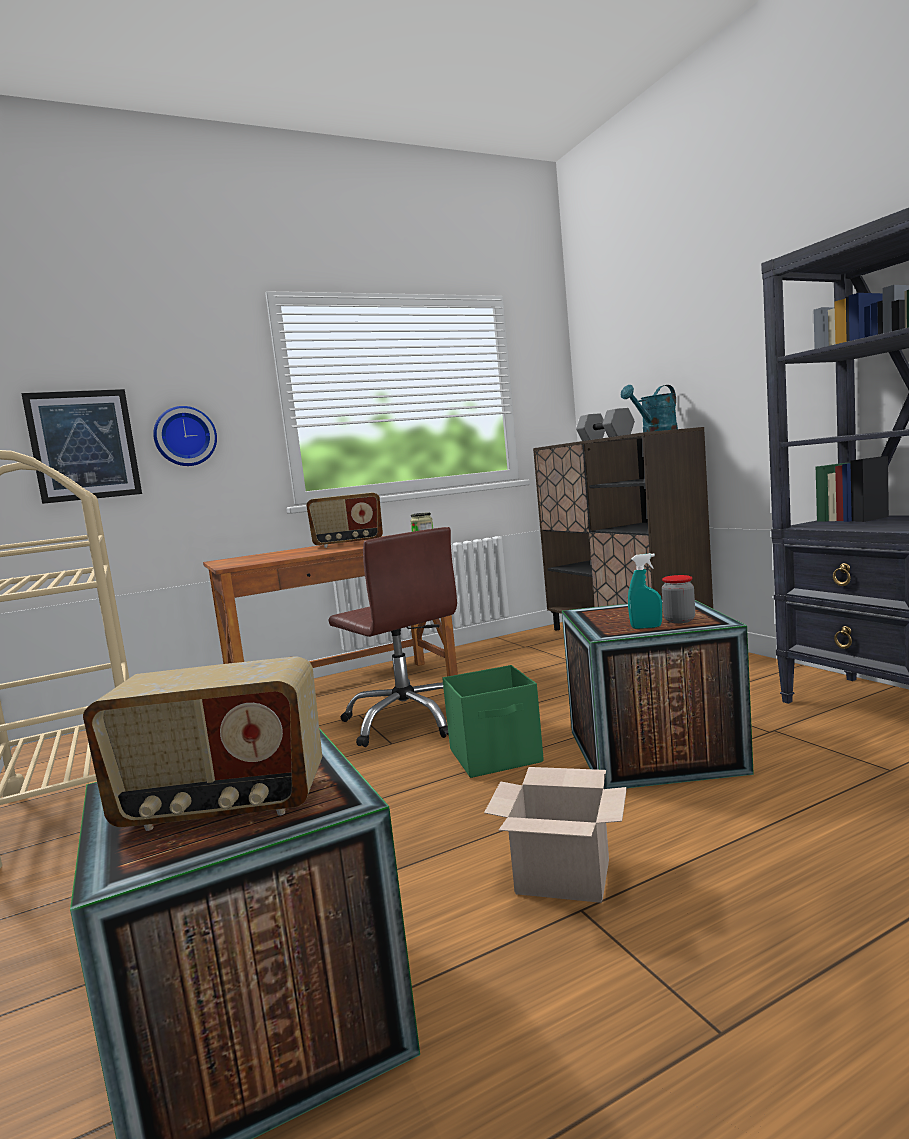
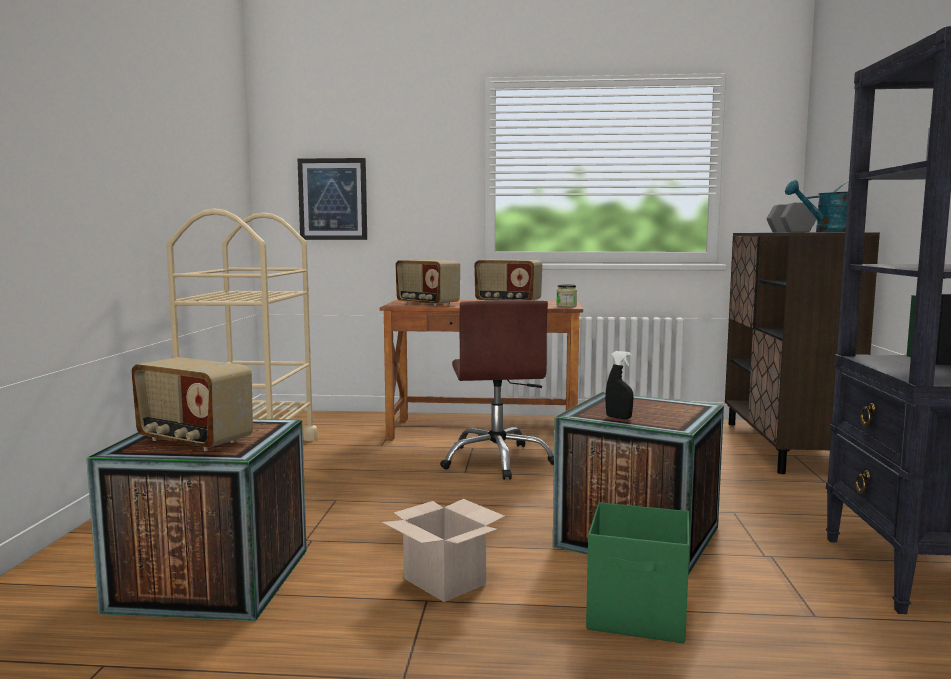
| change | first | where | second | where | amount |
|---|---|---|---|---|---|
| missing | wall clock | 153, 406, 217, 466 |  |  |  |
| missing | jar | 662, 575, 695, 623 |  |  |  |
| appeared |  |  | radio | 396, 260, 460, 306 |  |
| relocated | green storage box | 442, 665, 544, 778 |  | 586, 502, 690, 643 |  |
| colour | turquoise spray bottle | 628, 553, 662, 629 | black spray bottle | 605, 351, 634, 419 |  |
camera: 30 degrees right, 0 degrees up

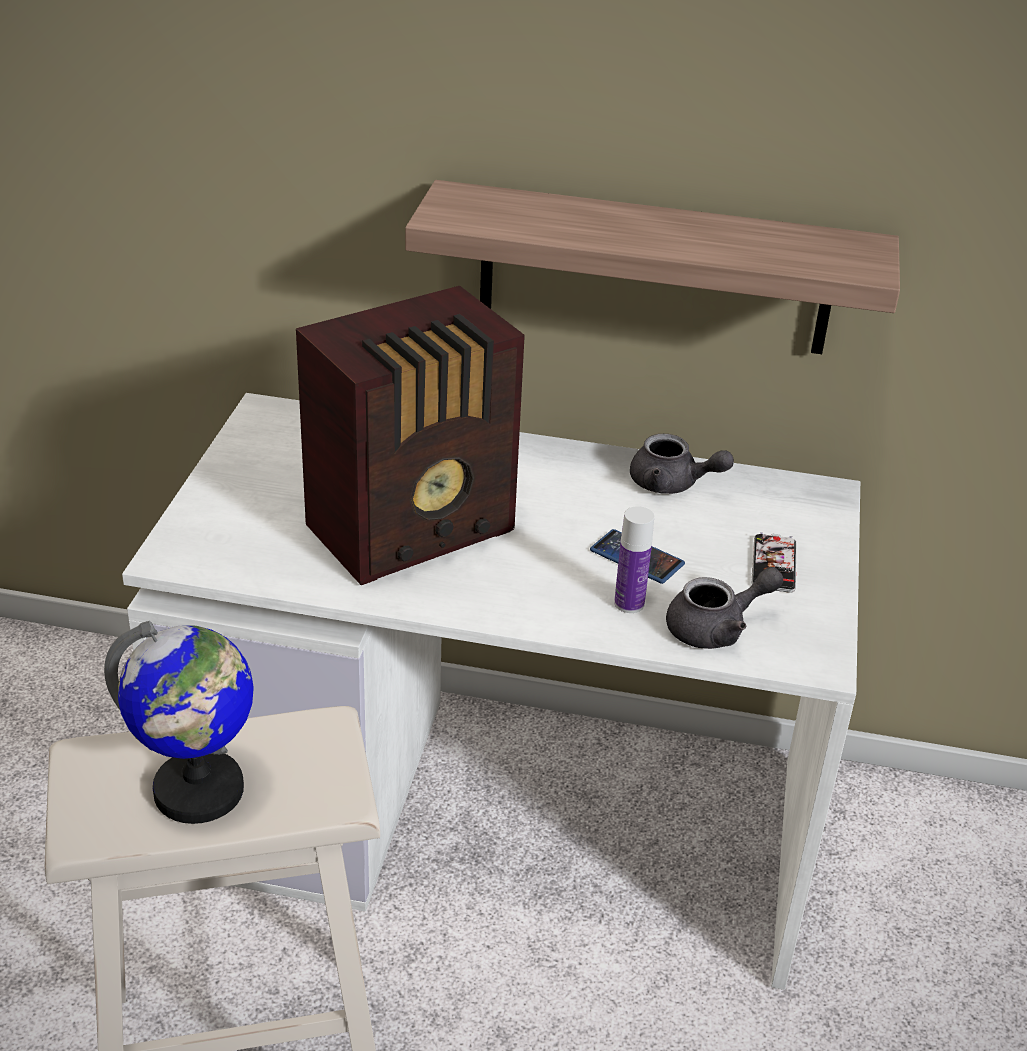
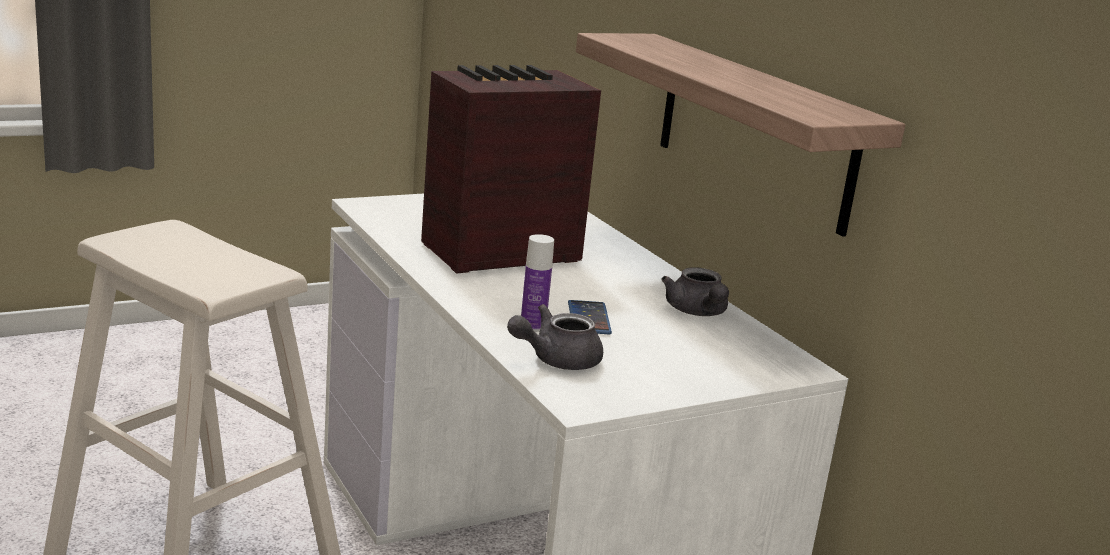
| change | first | where | second | where | amount |
|---|---|---|---|---|---|
| missing | globe | 104, 621, 254, 824 |  |  |  |
| missing | phone | 752, 532, 796, 593 |  |  |  |
| spun | radio | 296, 286, 525, 585 |  | 421, 65, 601, 274 | 135 degrees clockwise |
| spun | grey teapot | 666, 567, 783, 649 |  | 507, 304, 603, 370 | 120 degrees clockwise |
camera: 50 degrees right, 15 degrees down

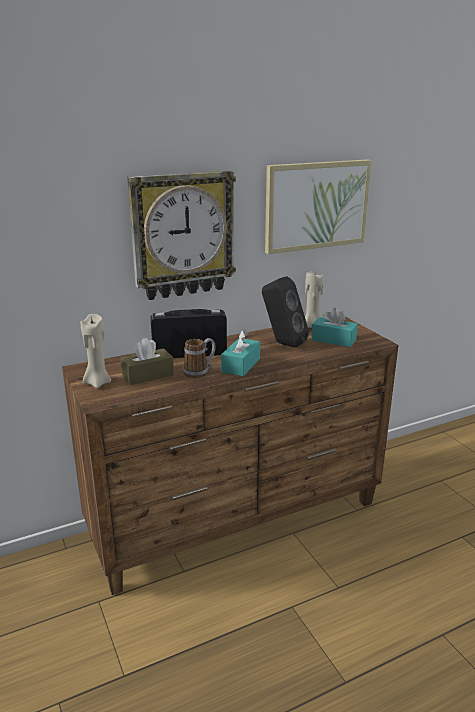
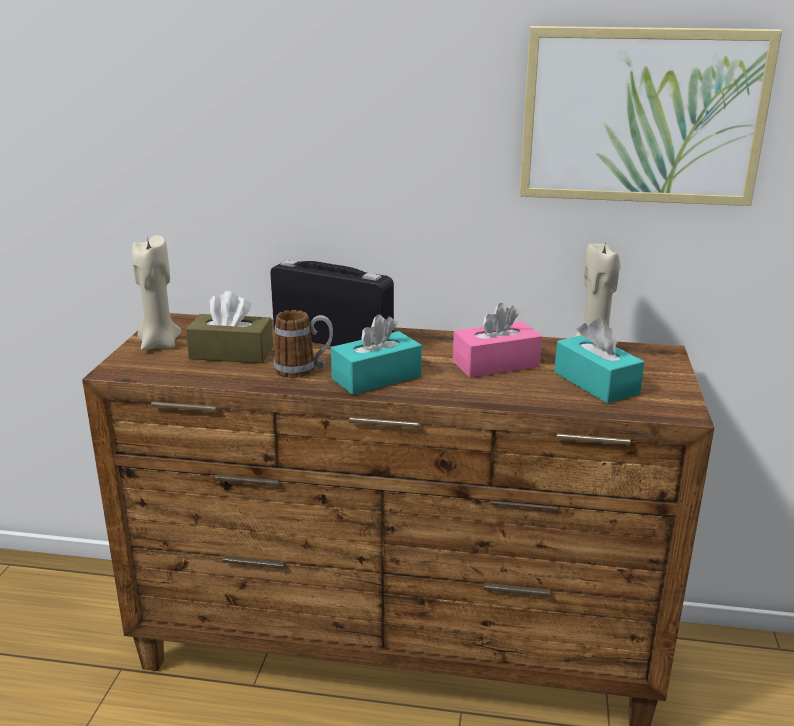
| change | first | where | second | where | amount |
|---|---|---|---|---|---|
| missing | wall clock | 127, 171, 236, 300 |  |  |  |
| exchanged | black speaker | 262, 276, 309, 348 | pink tissue box | 453, 303, 542, 378 |  |
camera: 35 degrees right, 0 degrees up

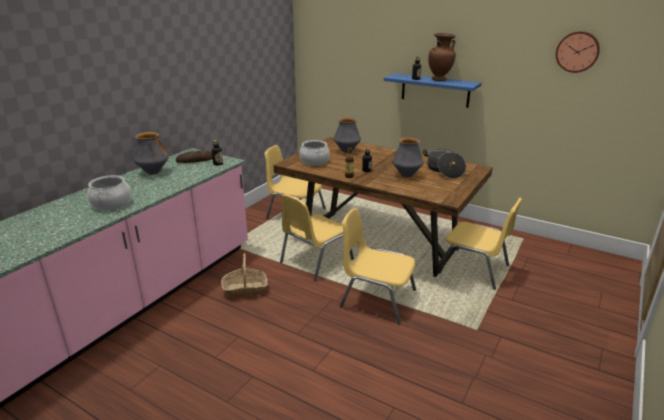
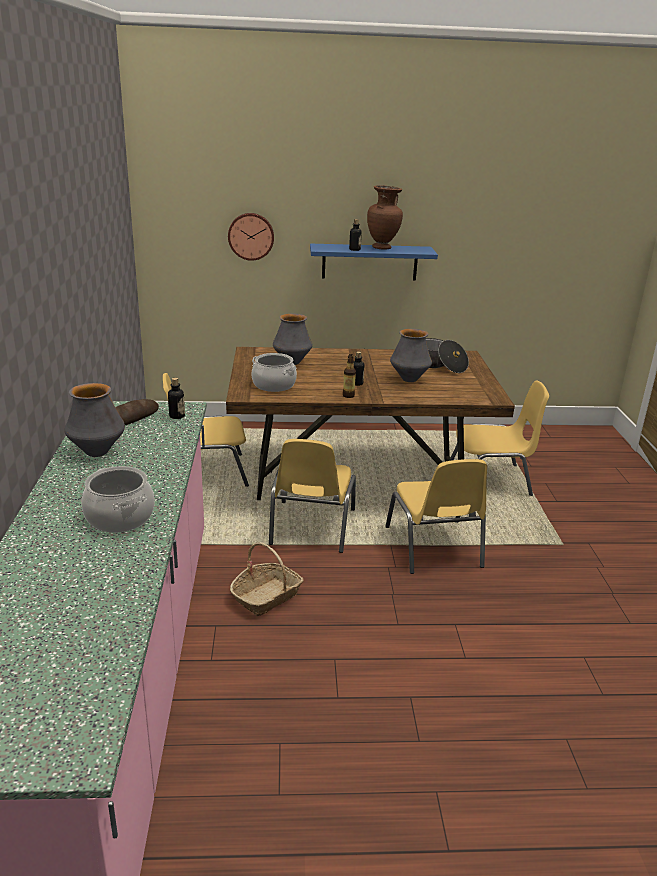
| change | first | where | second | where | amount |
|---|---|---|---|---|---|
| relocated | wall clock | 556, 31, 600, 73 |  | 228, 213, 274, 261 |  |
| spun | yellow chair | 340, 208, 416, 324 |  | 385, 459, 487, 574 | 90 degrees counterclockwise |
camera: 35 degrees left, 0 degrees up

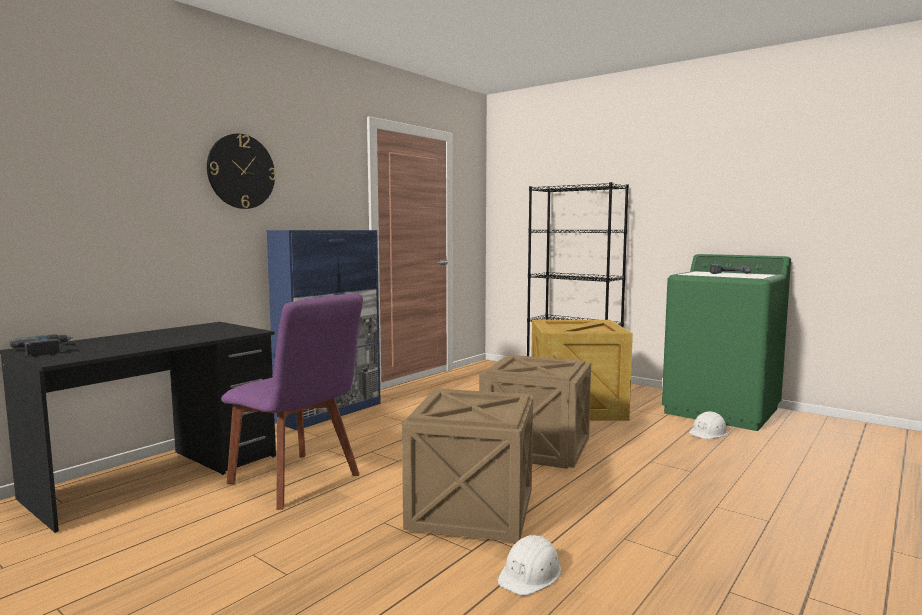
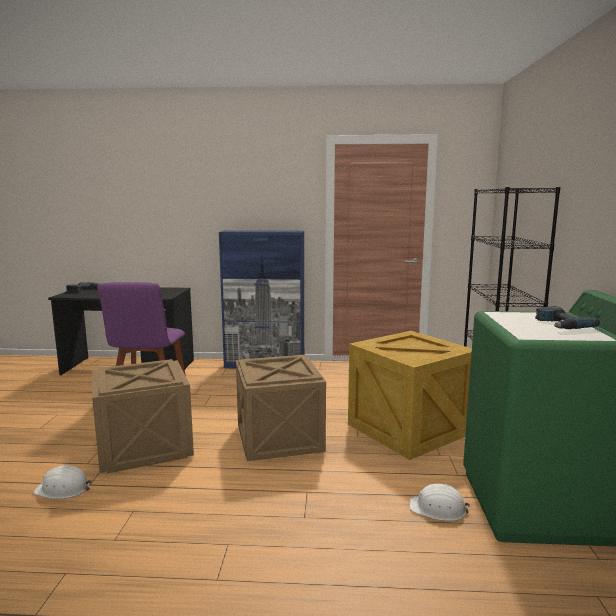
| change | first | where | second | where | amount |
|---|---|---|---|---|---|
| missing | wall clock | 207, 134, 276, 209 |  |  |  |
camera: 55 degrees right, 5 degrees up

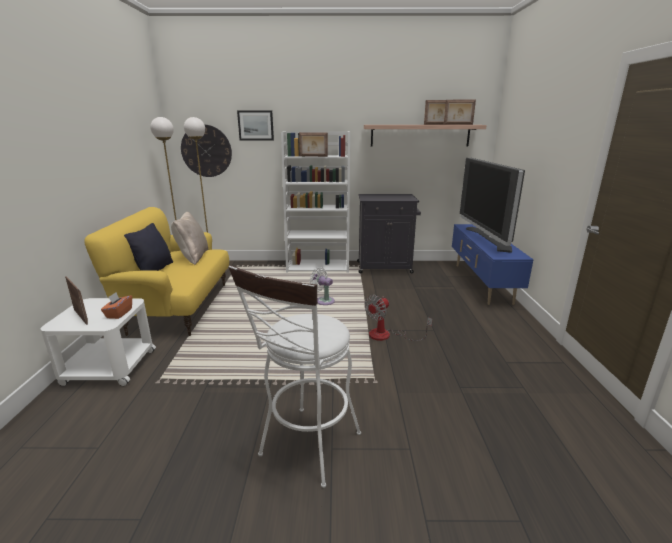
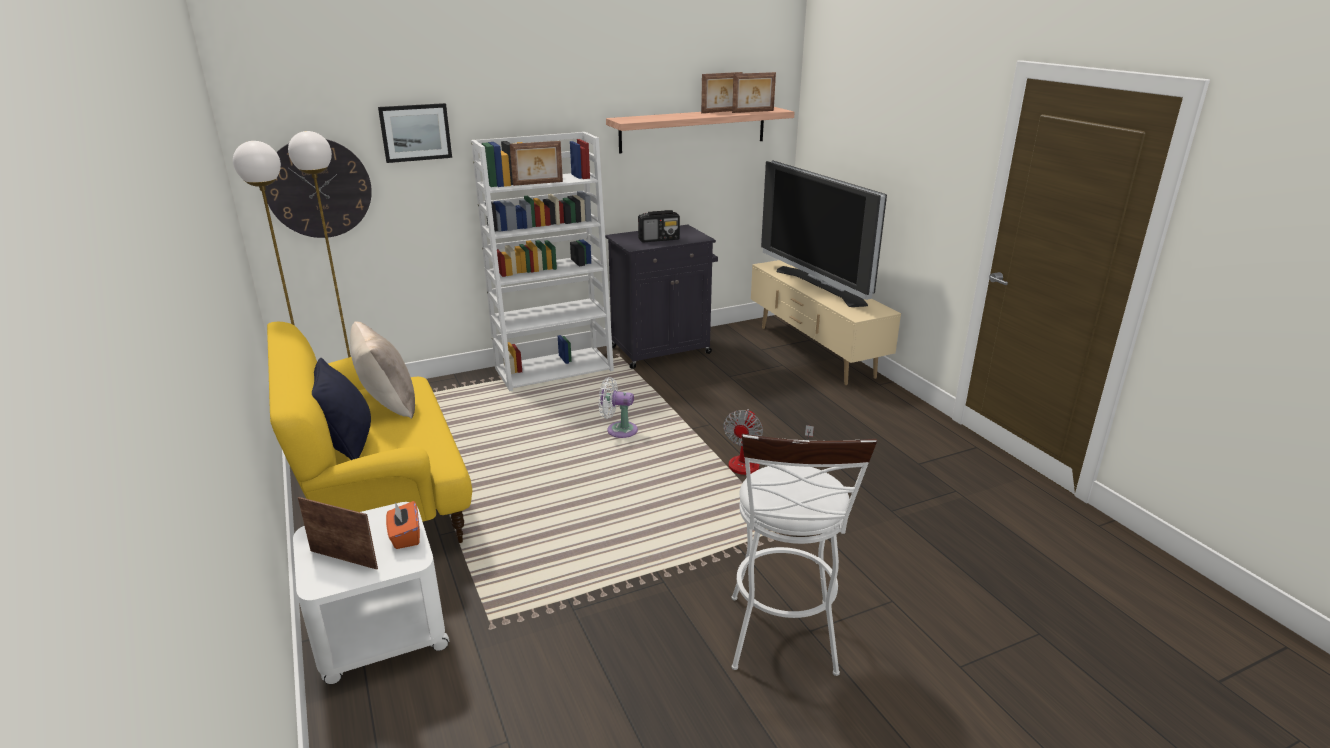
| change | first | where | second | where | amount |
|---|---|---|---|---|---|
| appeared |  |  | radio | 638, 210, 680, 243 |  |
| colour | blue tv stand | 452, 224, 534, 305 | beige tv stand | 751, 260, 901, 385 |  |
camera: 25 degrees left, 5 degrees up

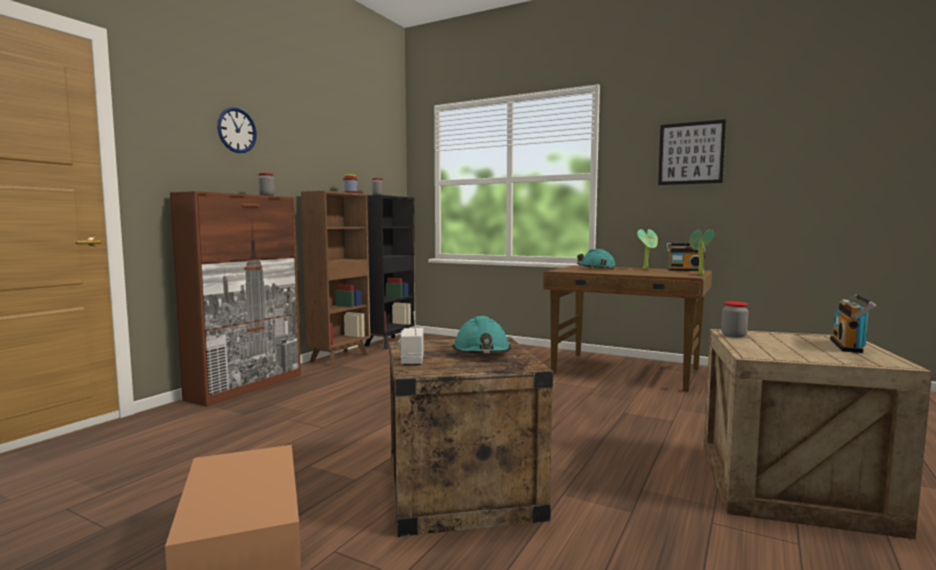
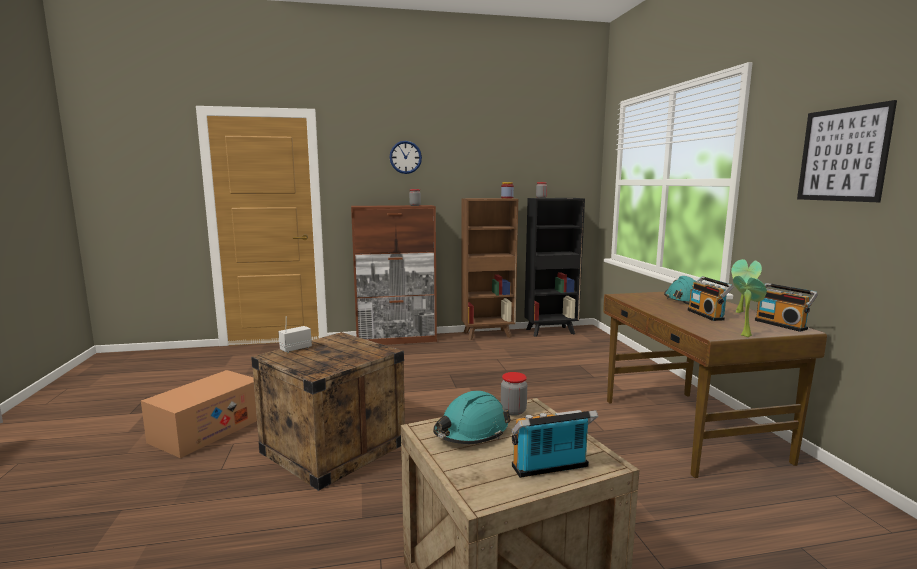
| change | first | where | second | where | amount |
|---|---|---|---|---|---|
| appeared |  |  | radio | 687, 276, 734, 321 |  |
| relocated | turquoise hard hat | 452, 316, 511, 353 |  | 433, 391, 511, 444 |  |
camera: 50 degrees right, 5 degrees up

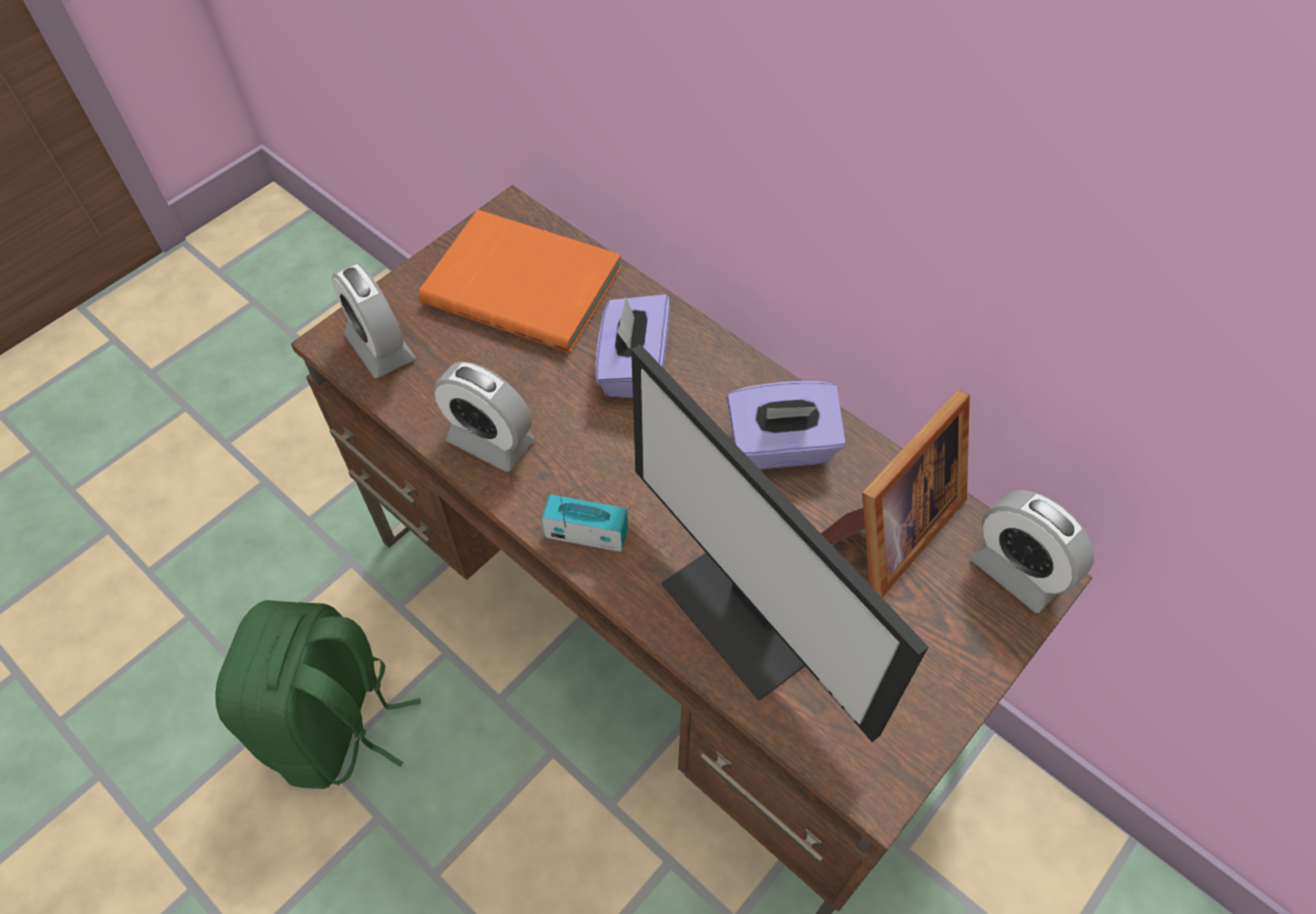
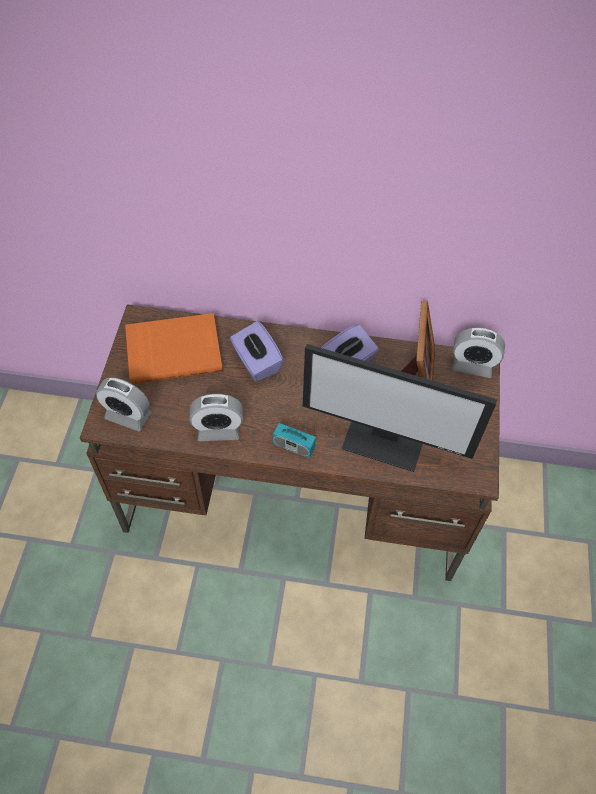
| change | first | where | second | where | amount |
|---|---|---|---|---|---|
| missing | green backpack | 215, 600, 421, 789 |  |  |  |
| spun | radio | 542, 482, 628, 552 |  | 273, 418, 316, 458 | 135 degrees counterclockwise |
camera: 35 degrees left, 0 degrees up

